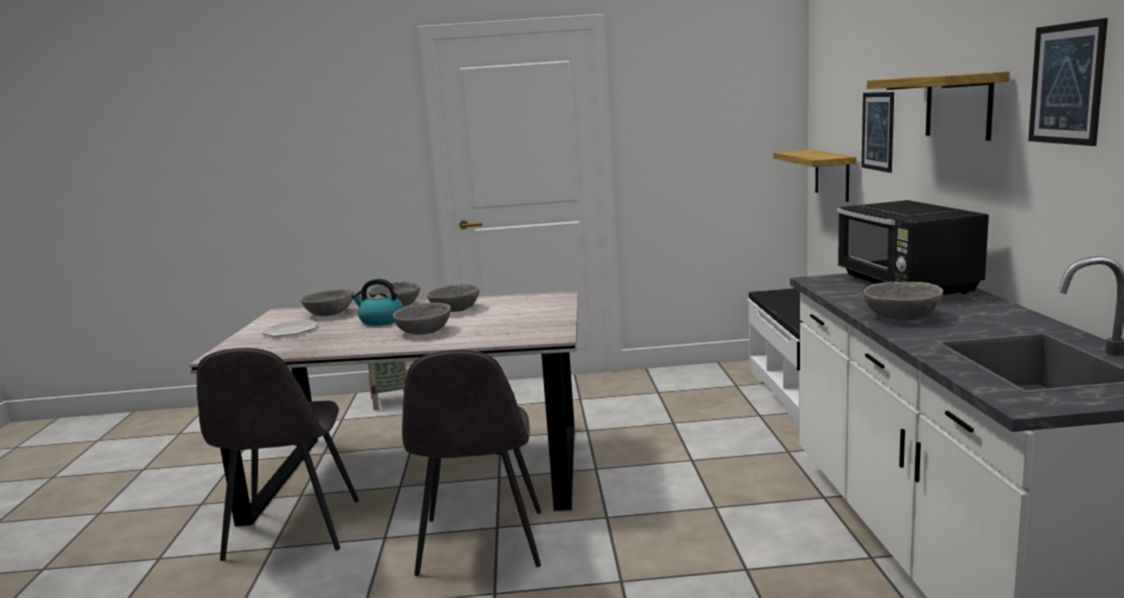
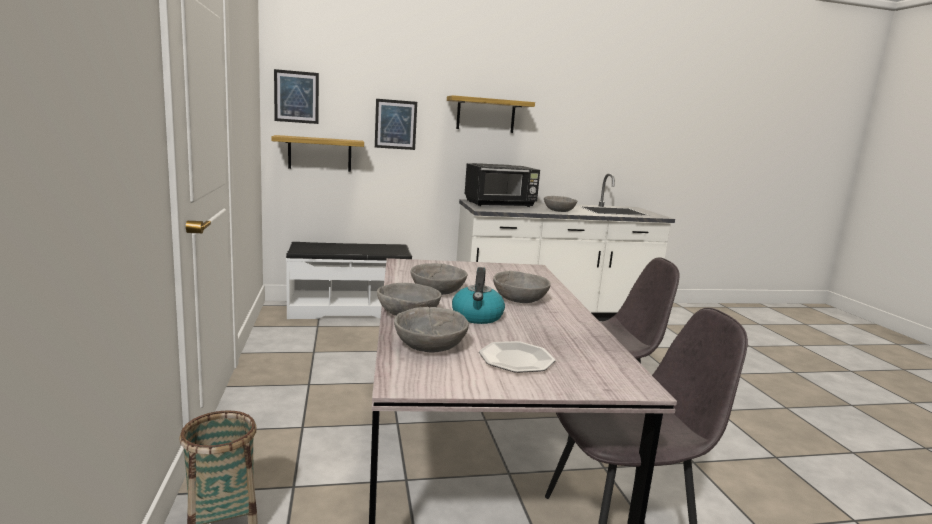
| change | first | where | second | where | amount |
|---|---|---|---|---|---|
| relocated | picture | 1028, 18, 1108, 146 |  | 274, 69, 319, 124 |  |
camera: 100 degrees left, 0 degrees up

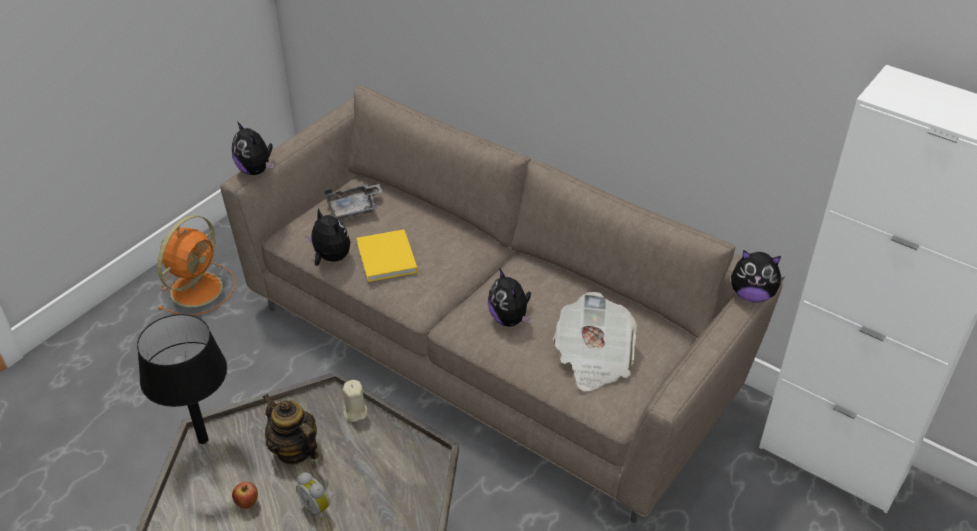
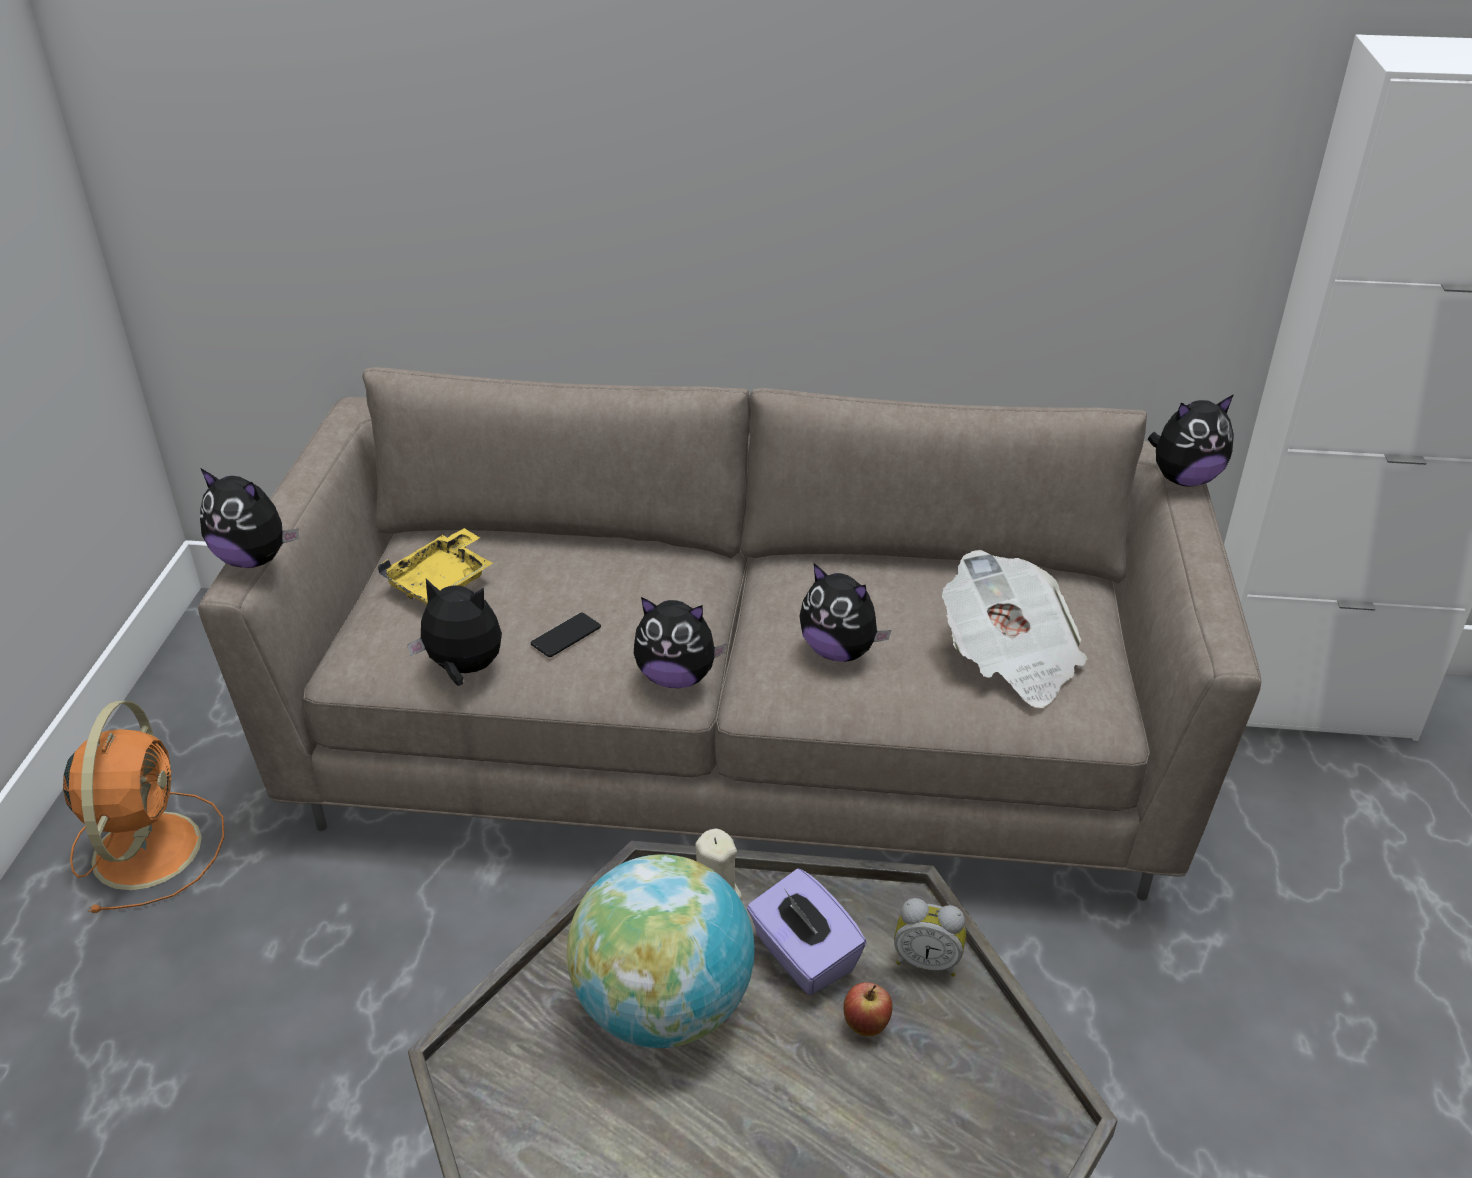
| change | first | where | second | where | amount |
|---|---|---|---|---|---|
| missing | black table lamp | 137, 314, 228, 444 |  |  |  |
| appeared |  |  | plush toy | 634, 597, 727, 688 |  |
| appeared |  |  | purple tissue box | 747, 869, 867, 995 |  |
| relocated | apple | 232, 482, 258, 509 |  | 843, 982, 893, 1036 |  |
| relocated | alarm clock | 296, 472, 330, 520 |  | 894, 898, 966, 977 |  |
| exchanged | teapot | 263, 394, 319, 465 | globe | 567, 855, 755, 1048 |  |
| exchanged | yellow book | 357, 229, 418, 282 | phone | 531, 612, 601, 657 |  |
| colour | grey tray | 324, 184, 383, 220 | yellow tray | 377, 528, 493, 604 |  |
camera: 30 degrees left, 5 degrees down

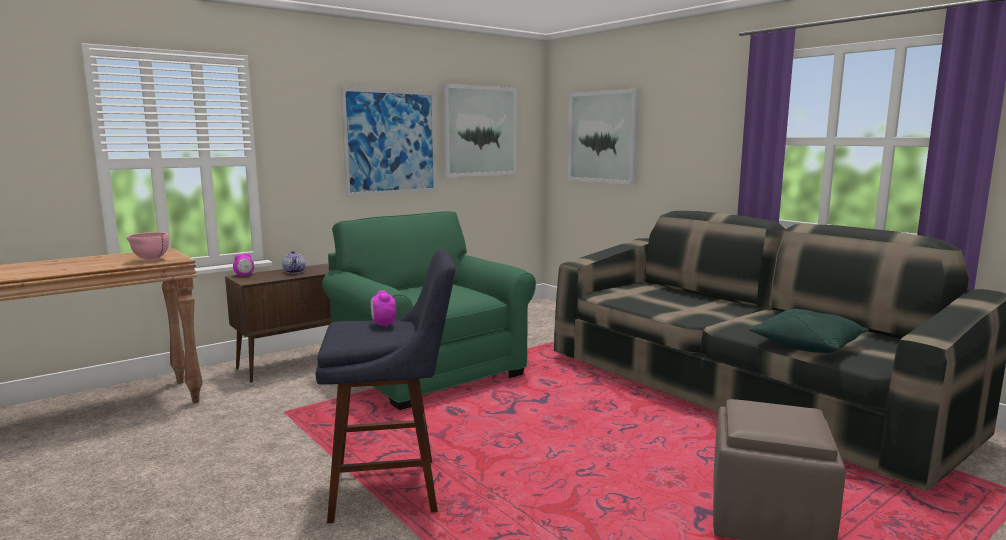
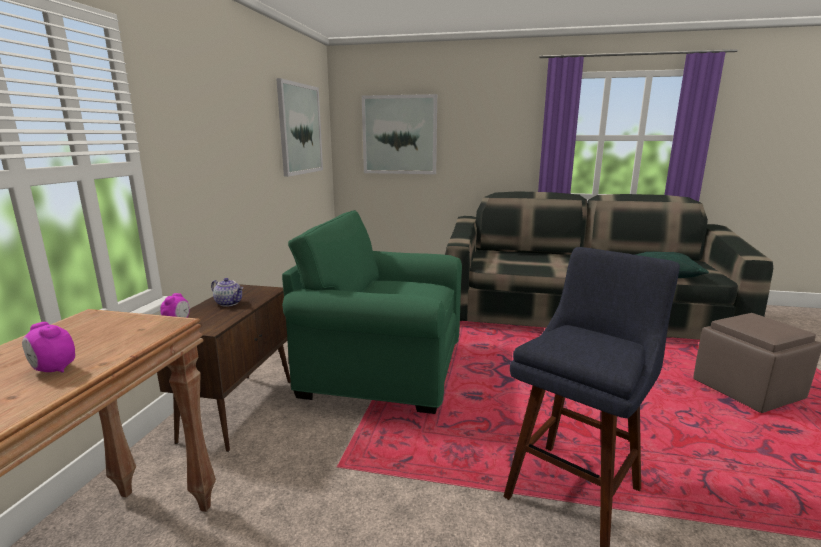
| change | first | where | second | where | amount |
|---|---|---|---|---|---|
| missing | pink bowl | 126, 232, 169, 261 |  |  |  |
| missing | picture | 341, 87, 437, 197 |  |  |  |
| relocated | alarm clock | 371, 290, 396, 327 |  | 22, 322, 75, 373 |  |
camera: 40 degrees left, 5 degrees up

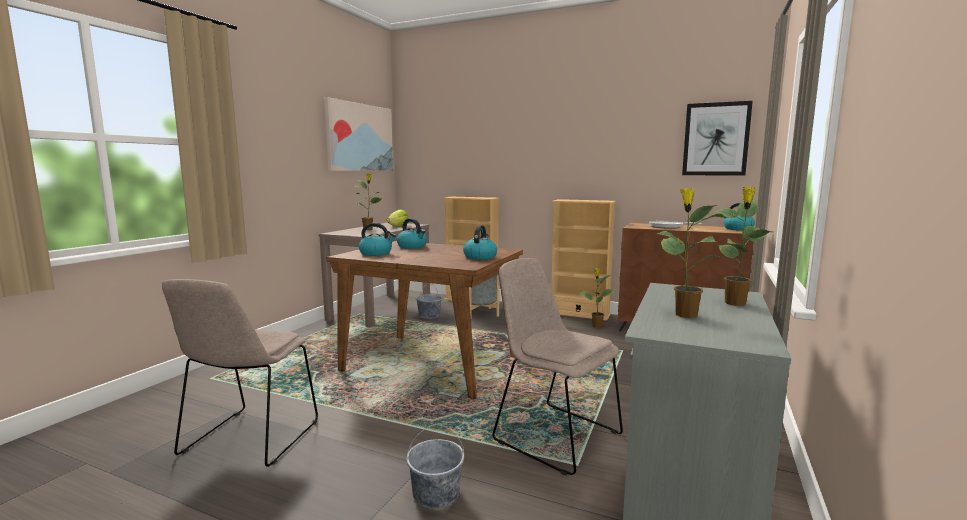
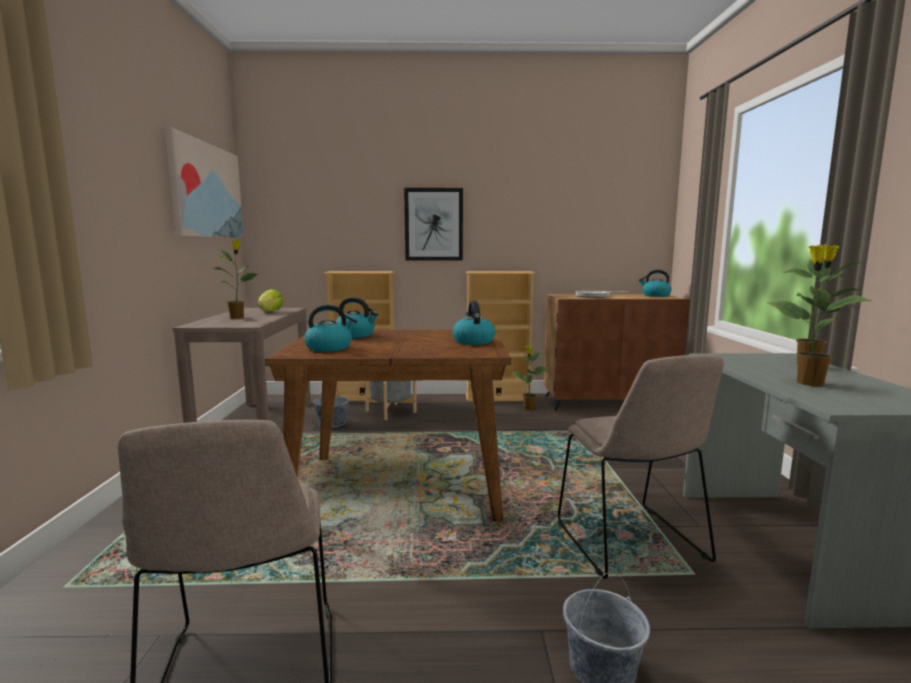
| change | first | where | second | where | amount |
|---|---|---|---|---|---|
| relocated | picture | 682, 101, 753, 176 |  | 404, 188, 463, 261 |  |
| spun | beige chair | 492, 258, 623, 476 |  | 558, 355, 724, 579 | 120 degrees counterclockwise |
camera: 25 degrees left, 0 degrees up

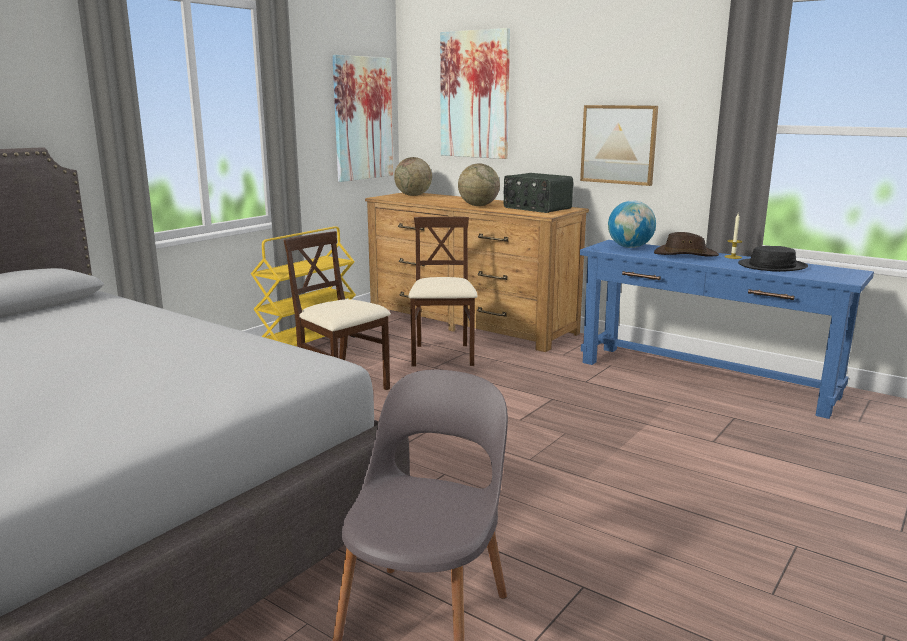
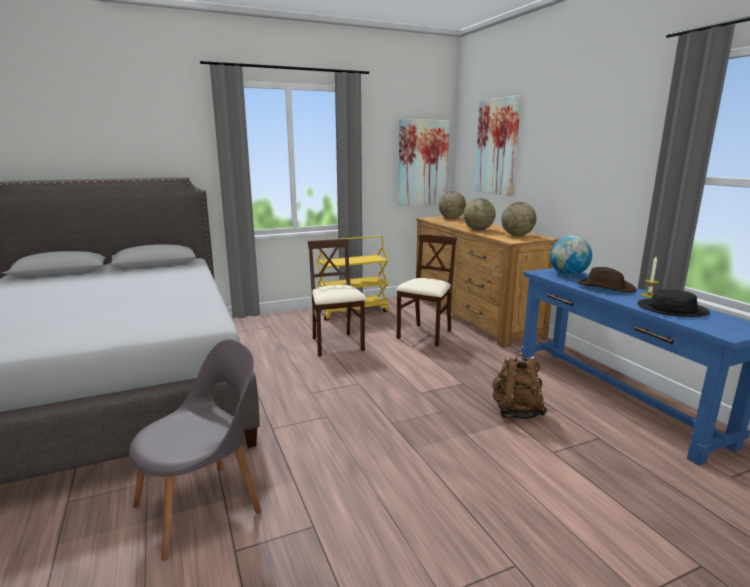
| change | first | where | second | where | amount |
|---|---|---|---|---|---|
| missing | picture | 580, 105, 658, 186 |  |  |  |
| appeared |  |  | brown backpack | 492, 354, 547, 419 |  |
| exchanged | radio | 504, 173, 573, 213 | globe | 501, 202, 536, 236 |  |
camera: 30 degrees right, 0 degrees up

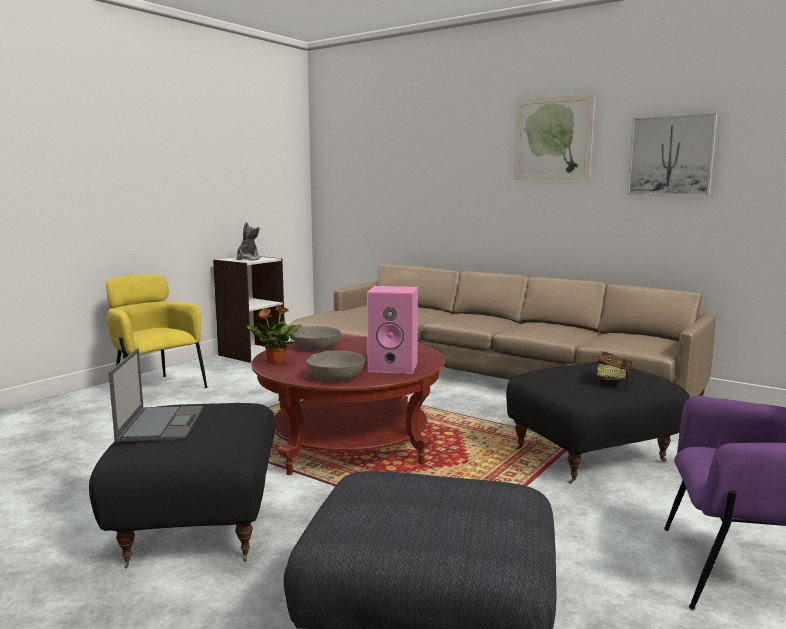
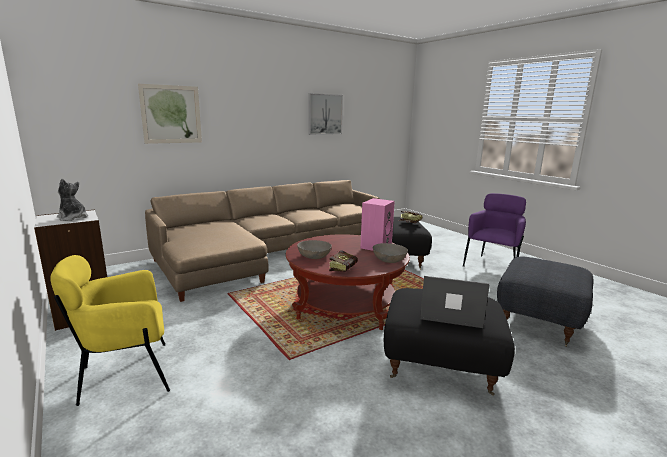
| change | first | where | second | where | amount |
|---|---|---|---|---|---|
| relocated | picture | 514, 93, 595, 180 |  | 138, 84, 202, 144 |  |
| exchanged | potted plant | 247, 305, 302, 365 | book | 329, 250, 358, 272 |  |
camera: 70 degrees left, 5 degrees up

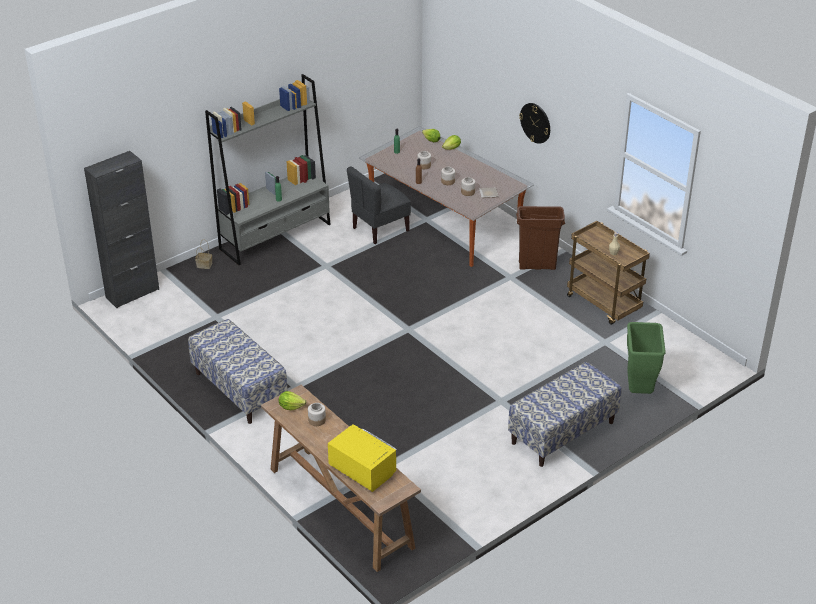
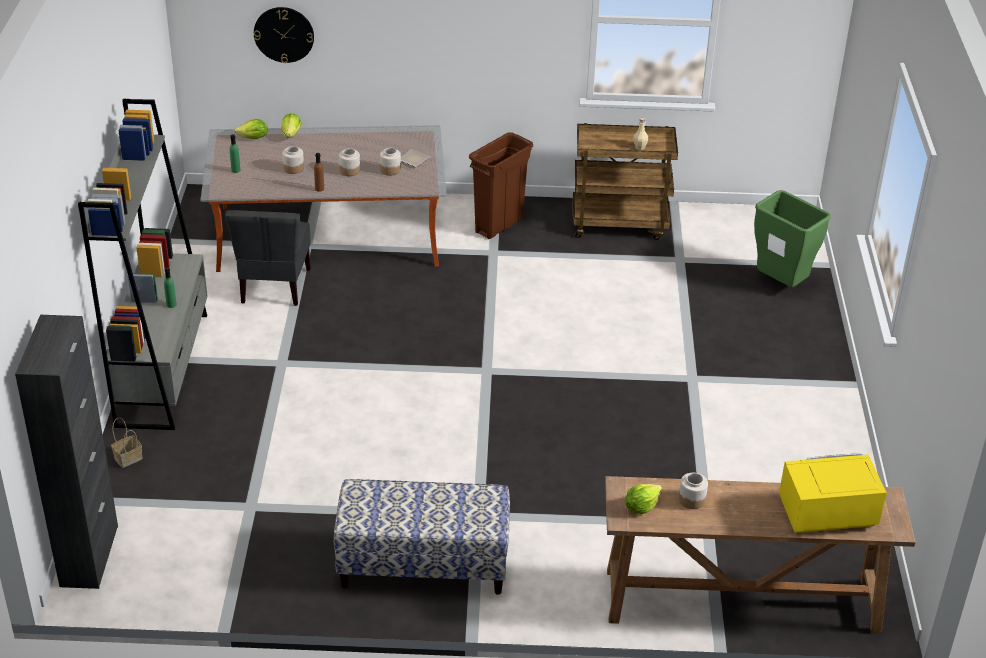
| change | first | where | second | where | amount |
|---|---|---|---|---|---|
| missing | bench | 508, 362, 622, 467 |  |  |  |
| relocated | wall clock | 519, 103, 550, 144 |  | 254, 7, 314, 63 |  |
camera: 50 degrees left, 0 degrees up

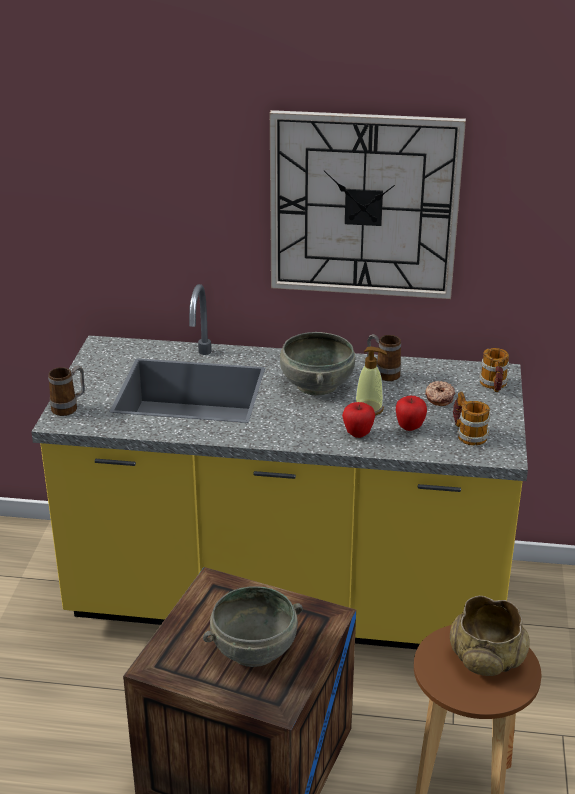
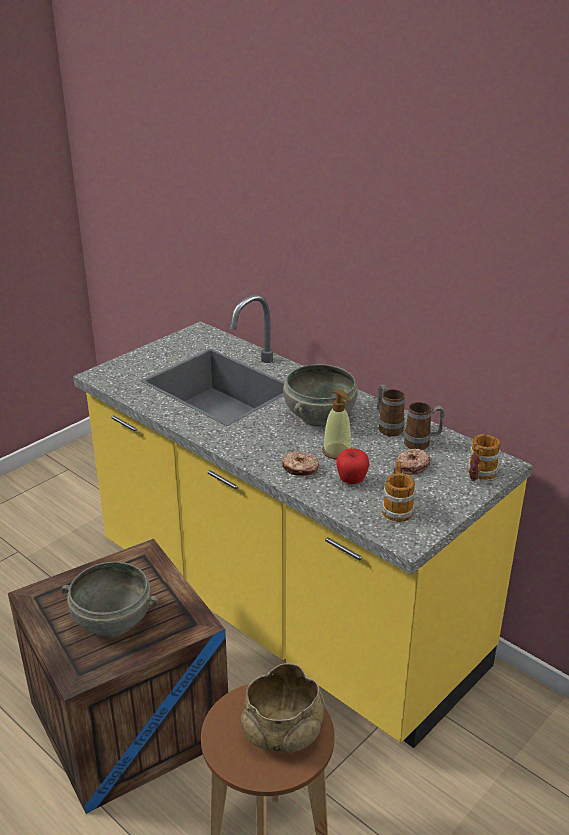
| change | first | where | second | where | amount |
|---|---|---|---|---|---|
| missing | wall clock | 270, 110, 466, 299 |  |  |  |
| relocated | mug | 48, 365, 85, 416 |  | 404, 402, 445, 450 |  |
| exchanged | apple | 342, 402, 375, 438 | donut | 282, 451, 319, 476 |  |
camera: 35 degrees right, 0 degrees up

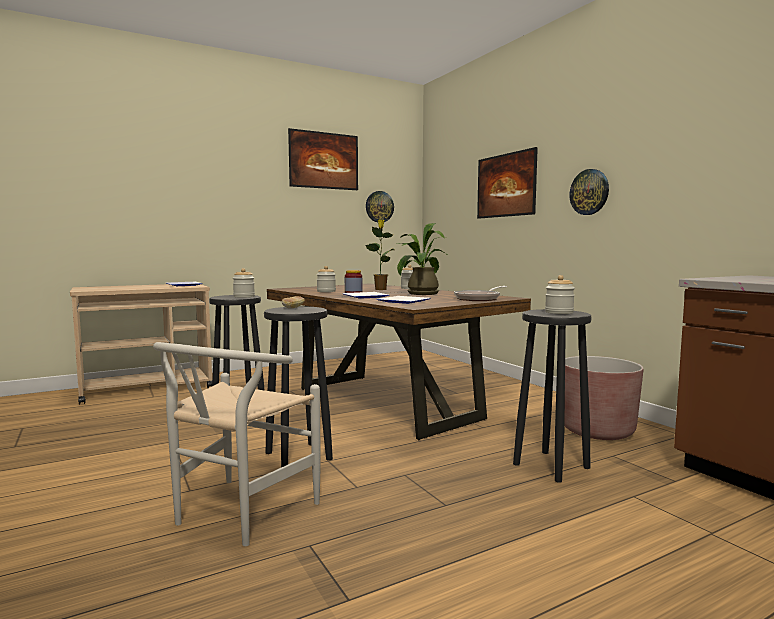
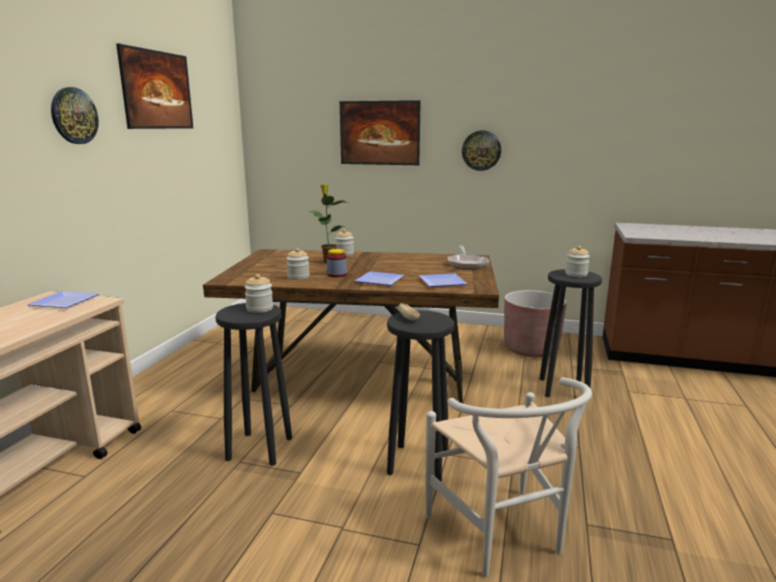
| change | first | where | second | where | amount |
|---|---|---|---|---|---|
| missing | potted plant | 397, 223, 449, 295 |  |  |  |
| relocated | wall clock | 366, 191, 394, 222 |  | 51, 87, 99, 144 |  |
camera: 45 degrees left, 10 degrees up

